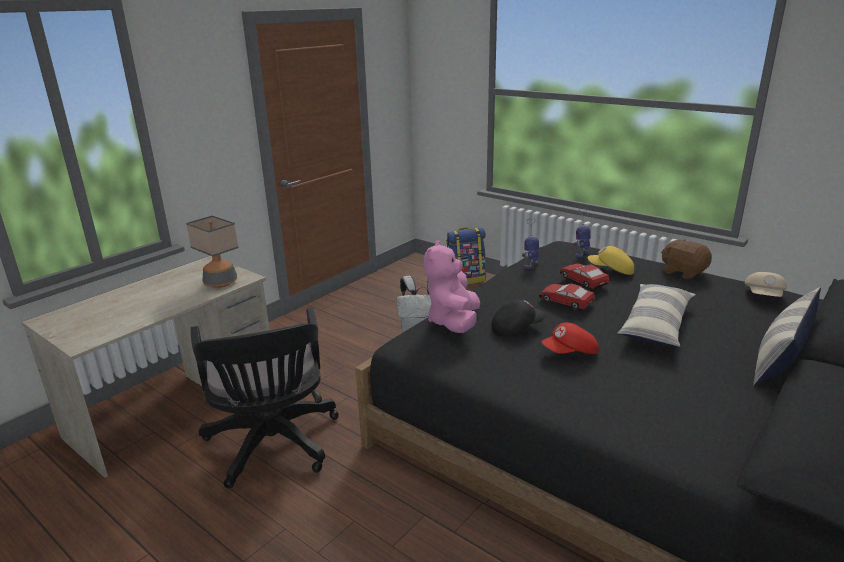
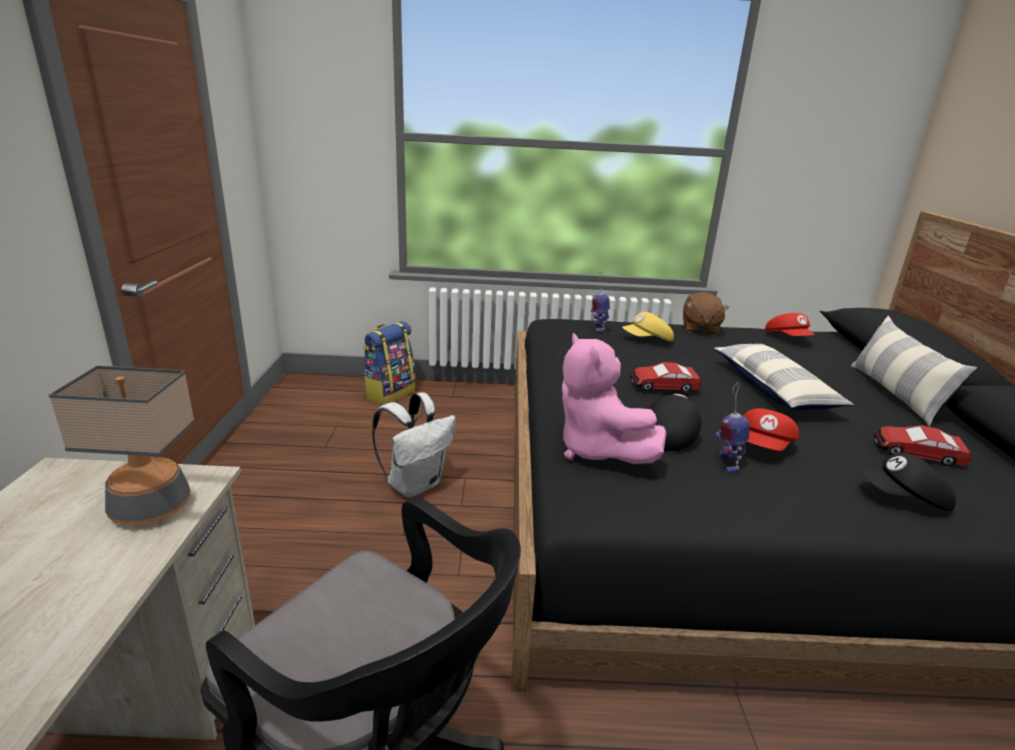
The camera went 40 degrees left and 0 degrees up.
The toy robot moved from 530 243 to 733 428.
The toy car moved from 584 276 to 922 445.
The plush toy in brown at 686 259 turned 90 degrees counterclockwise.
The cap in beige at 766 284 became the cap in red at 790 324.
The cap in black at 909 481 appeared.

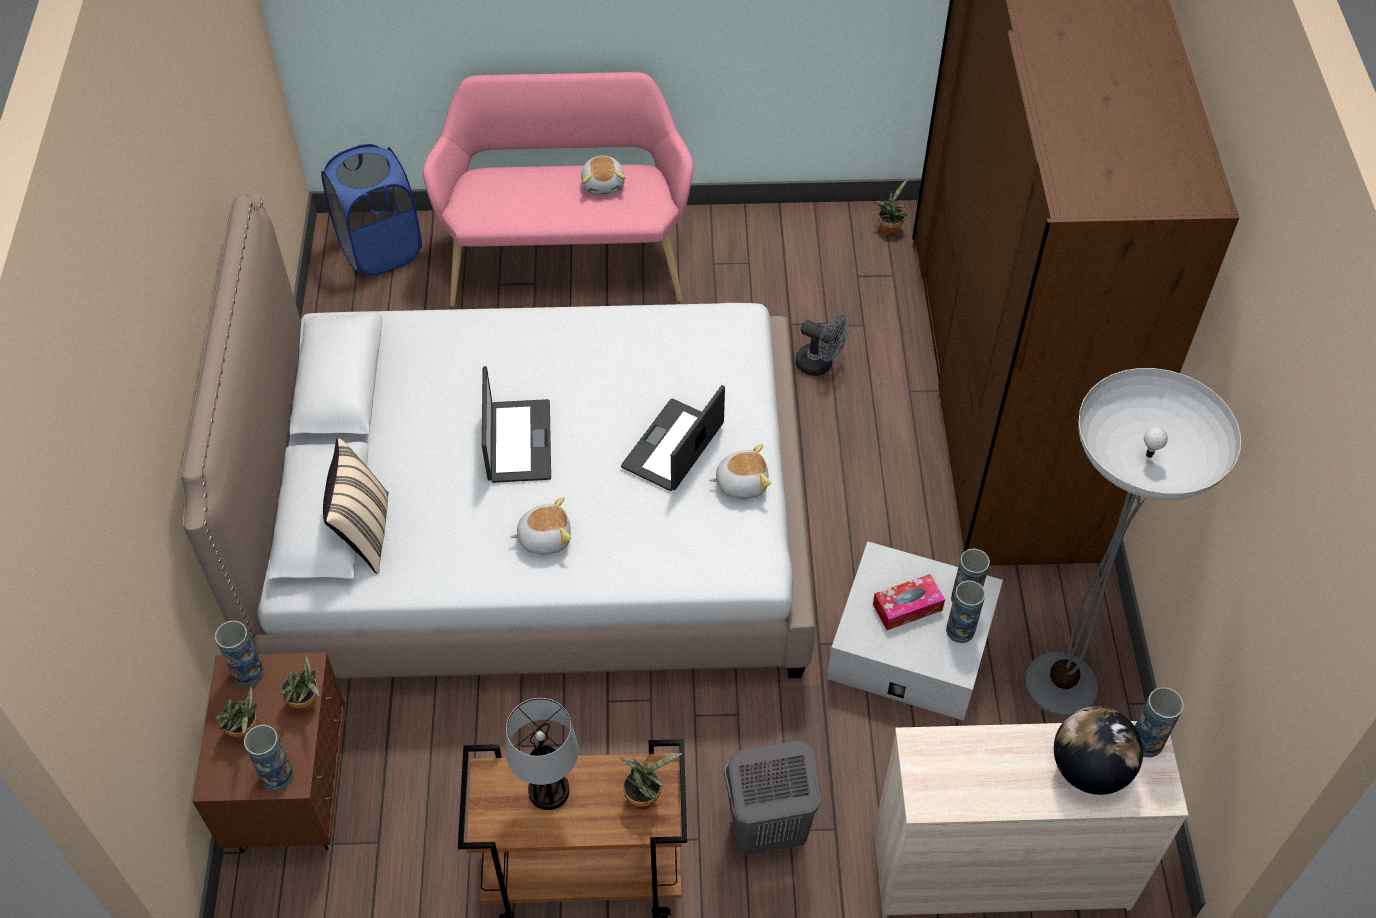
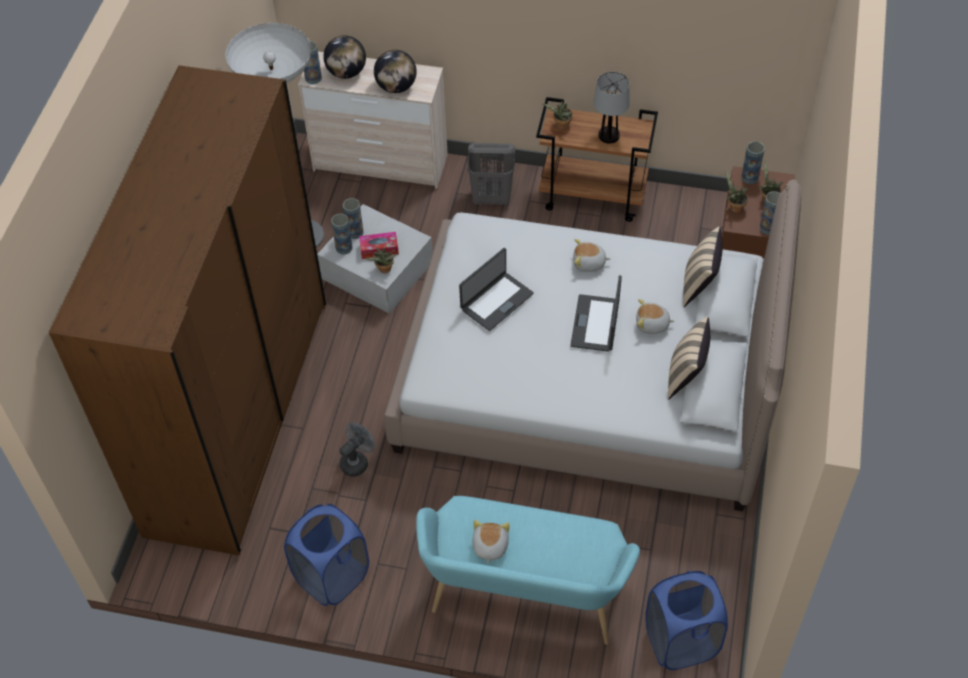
The camera went 165 degrees left and 0 degrees up.
The bench in pink at 558 189 became the bench in turquoise at 528 570.
The plush toy moved from 740 471 to 655 316.
The fan in grey at 822 345 turned 90 degrees clockwise.
The potted plant moved from 891 207 to 381 260.
The laundry basket in blue at 326 555 appeared.
The globe at 395 71 appeared.
The pillow in beige at 689 357 appeared.

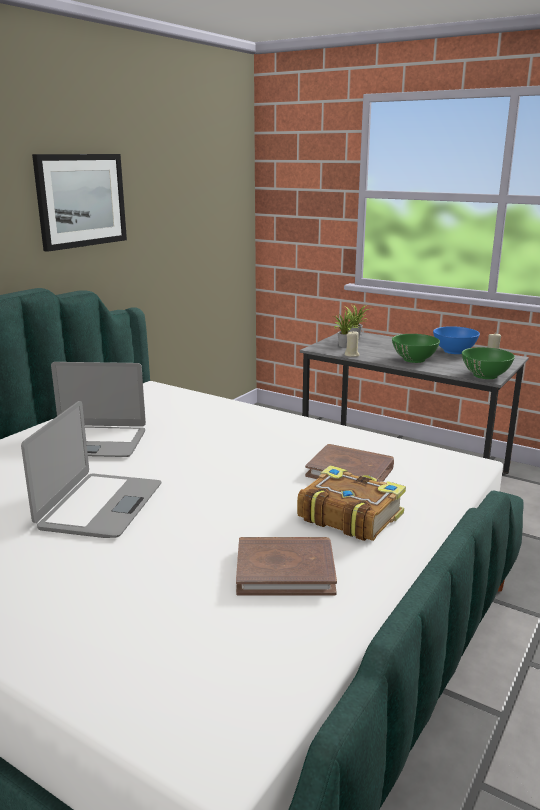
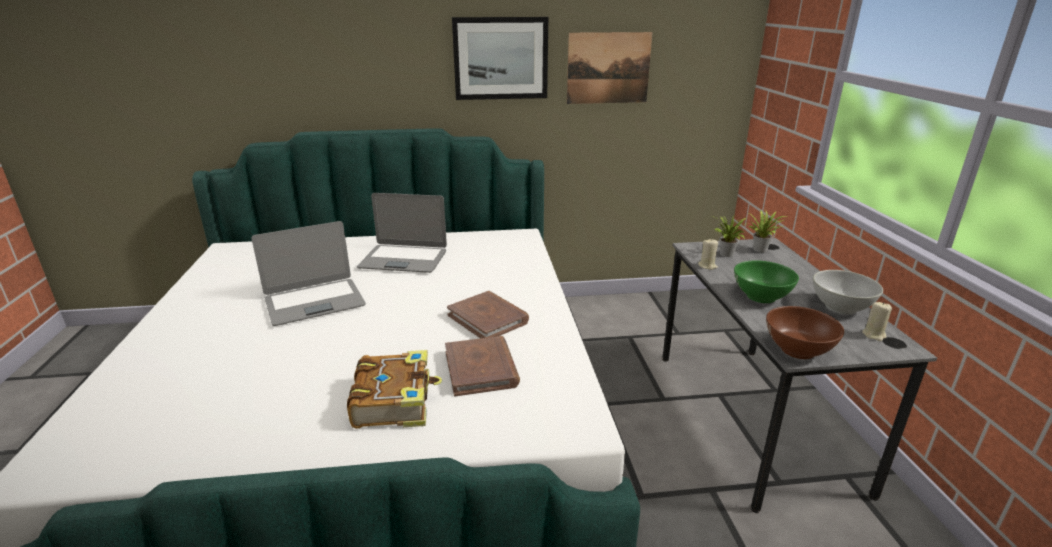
The camera went 50 degrees right and 5 degrees up.
The laptop at 98 409 turned 45 degrees counterclockwise.
The book in brown moved from 286 566 to 488 314.
The bowl in blue at 456 340 became the bowl in white at 848 292.
The bowl in green at 488 363 became the bowl in brown at 805 332.
The picture at 609 68 appeared.

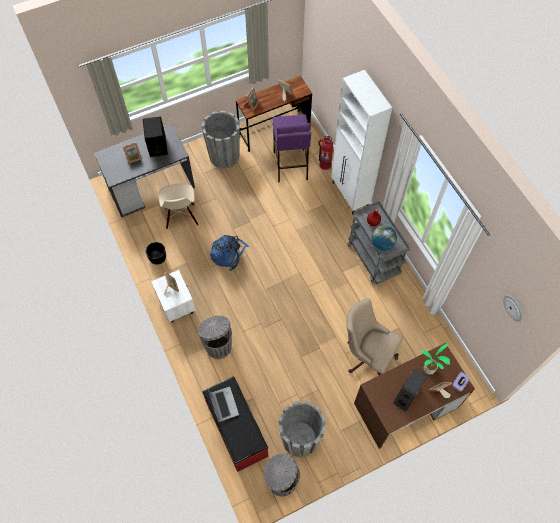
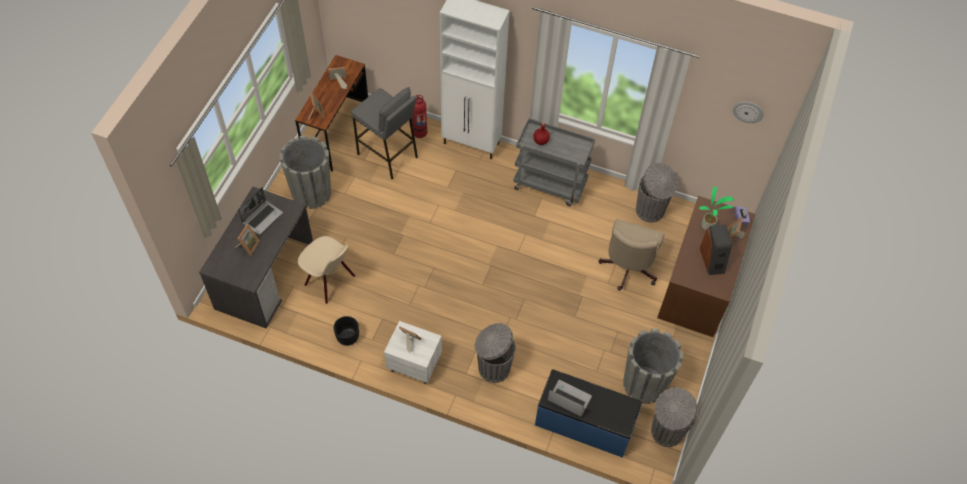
The camera went 45 degrees left and 5 degrees down.
The speaker in black at 155 137 was replaced by the laptop at 260 211.
The bench in red at 235 424 became the bench in blue at 588 413.
The backpack in blue at 229 253 disappeared.
The stool in purple at 291 149 became the stool in grey at 384 133.
The office chair in beige at 375 336 turned 60 degrees counterclockwise.
The globe at 384 237 disappeared.
The trash can in grey at 657 192 appeared.

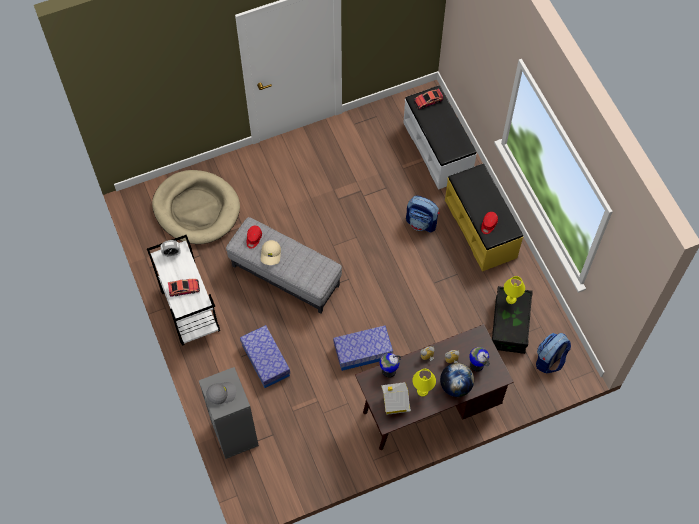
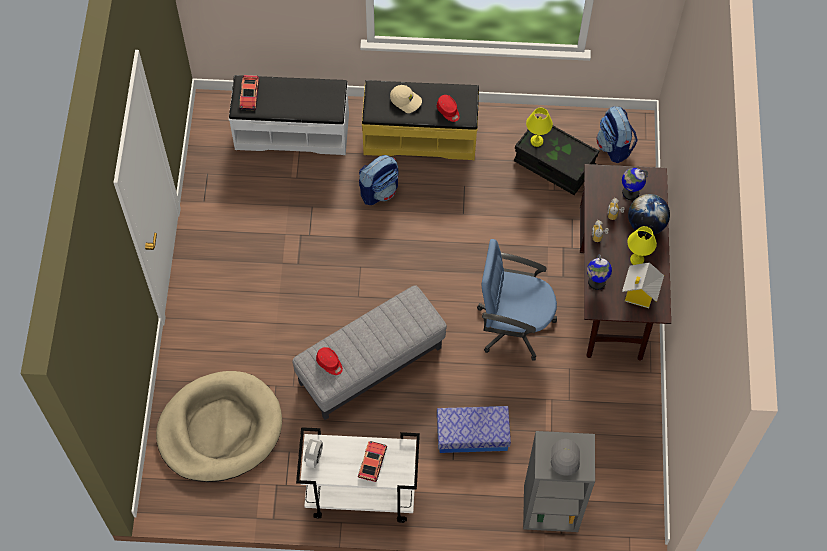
The camera went 65 degrees left and 0 degrees up.
The cap in beige moved from 271 252 to 406 99.
The storage box at 363 348 was replaced by the office chair in blue at 517 300.

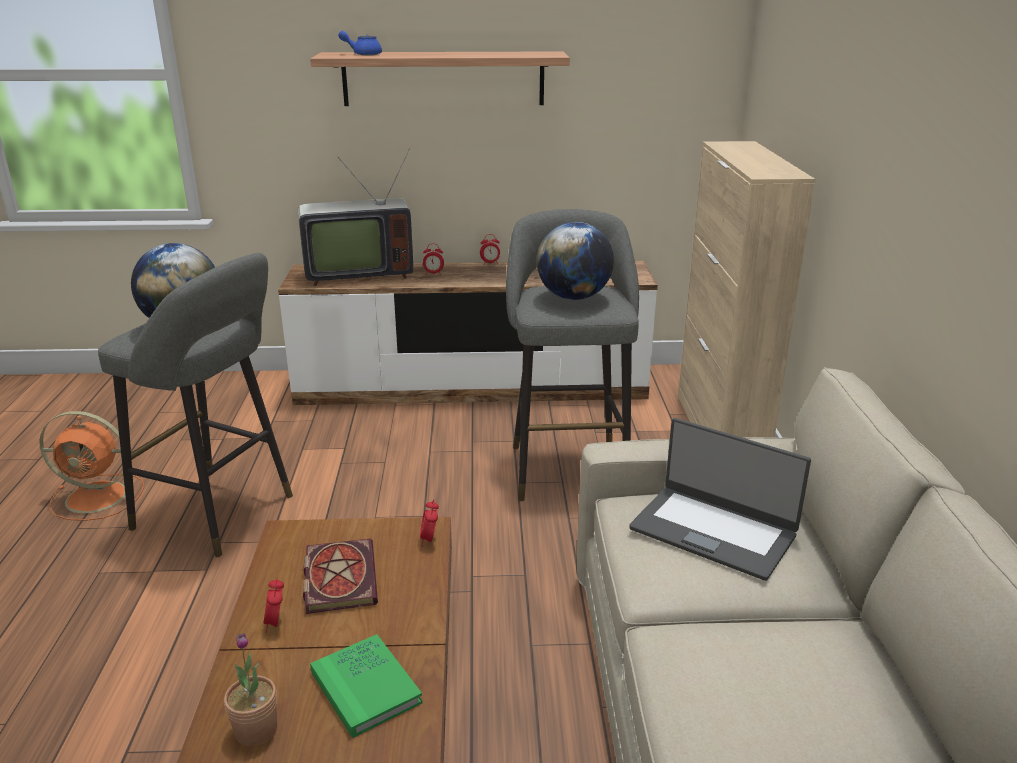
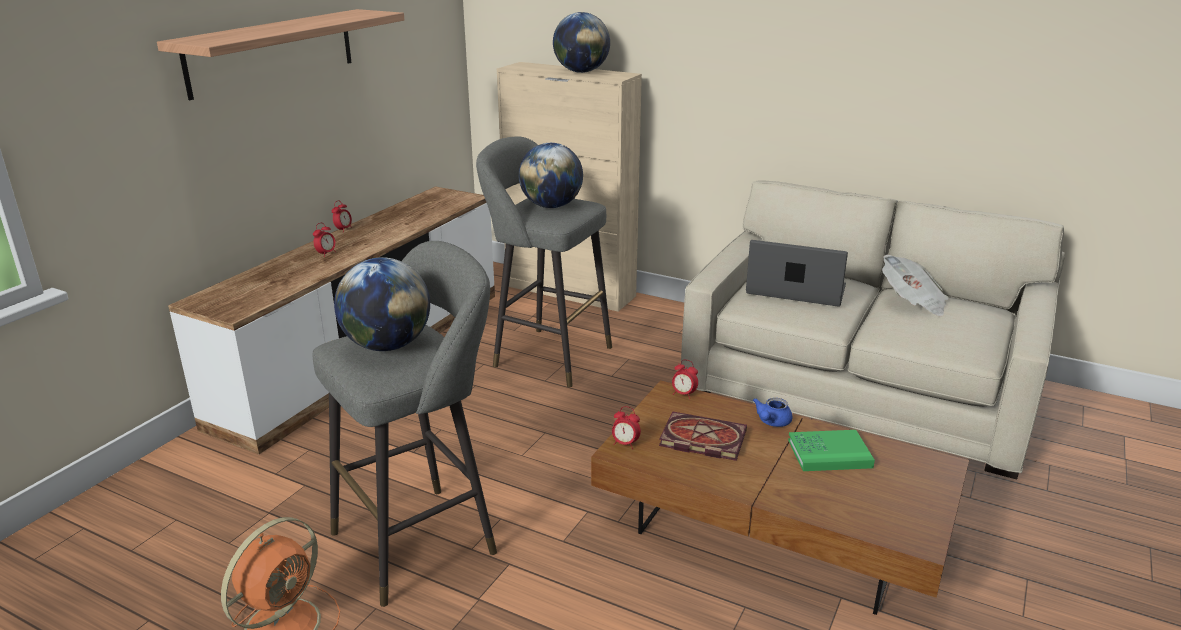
The camera went 60 degrees left and 0 degrees up.
The potted plant at 250 689 disappeared.
The alarm clock moved from 273 605 to 626 427.
The television at 355 217 disappeared.
The teapot in blue moved from 360 43 to 772 412.
The laptop at 720 499 turned 135 degrees counterclockwise.
The globe at 581 42 appeared.
The newspaper at 915 285 appeared.

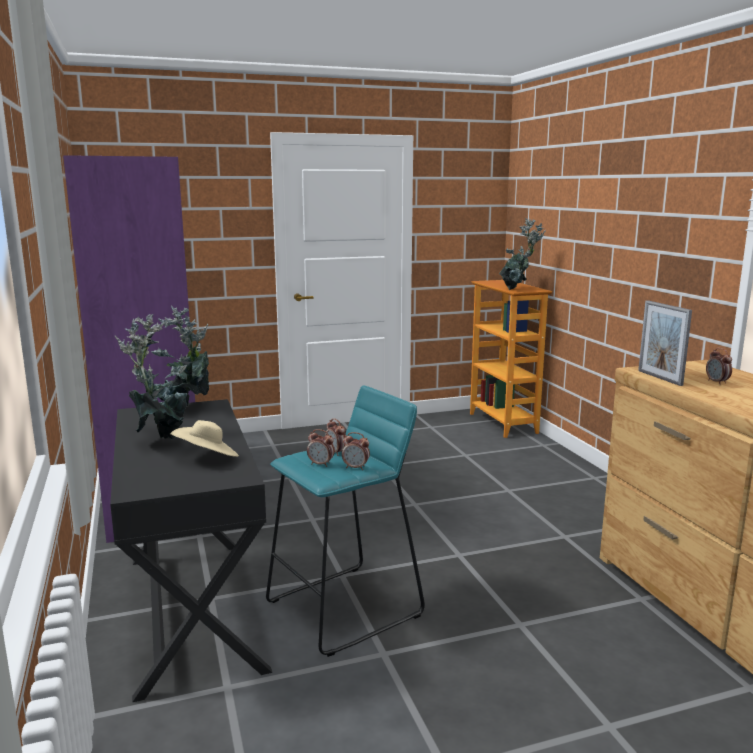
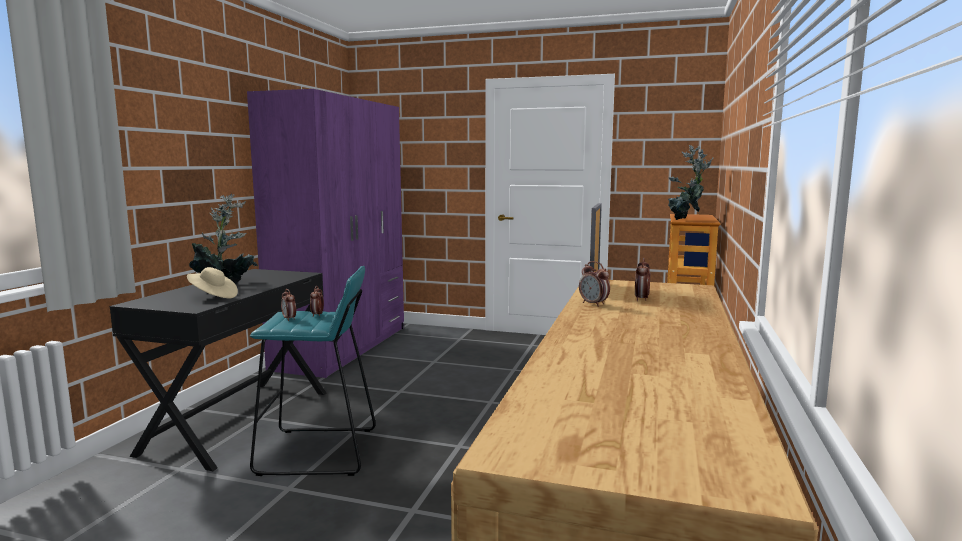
The camera went 35 degrees right and 5 degrees down.
The potted plant at 180 356 disappeared.
The alarm clock moved from 356 451 to 594 284.

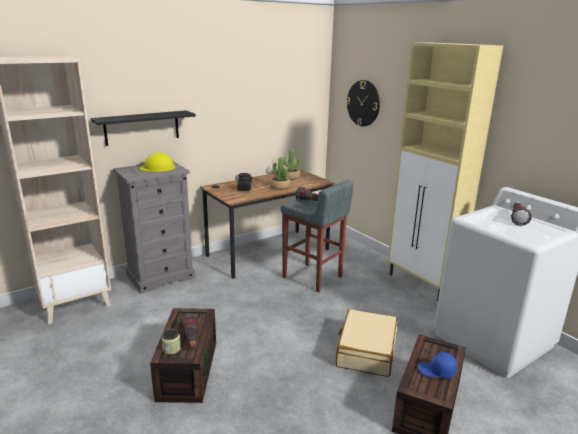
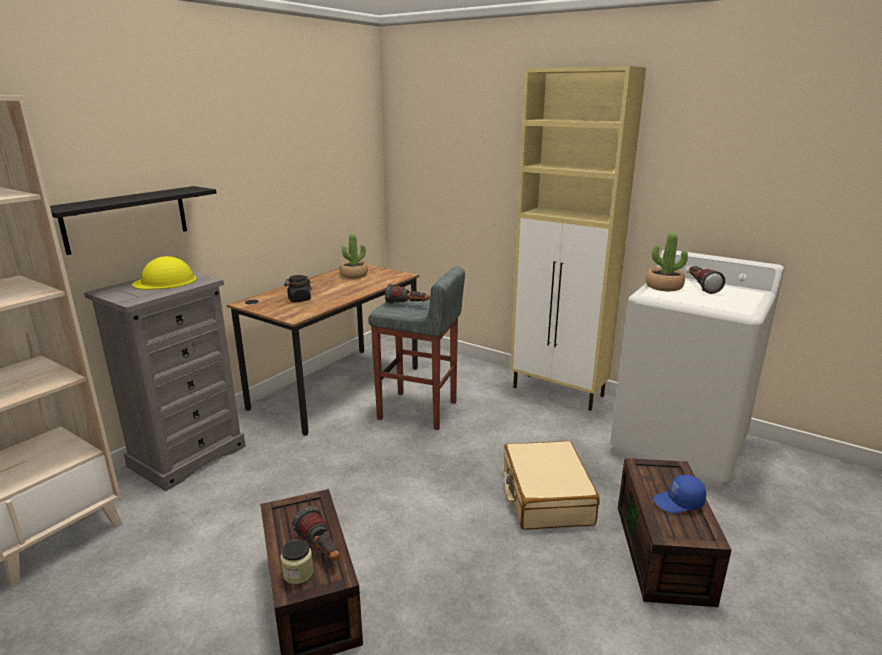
The camera went 20 degrees left and 0 degrees up.
The potted plant moved from 280 173 to 667 261.
The wall clock at 363 103 disappeared.

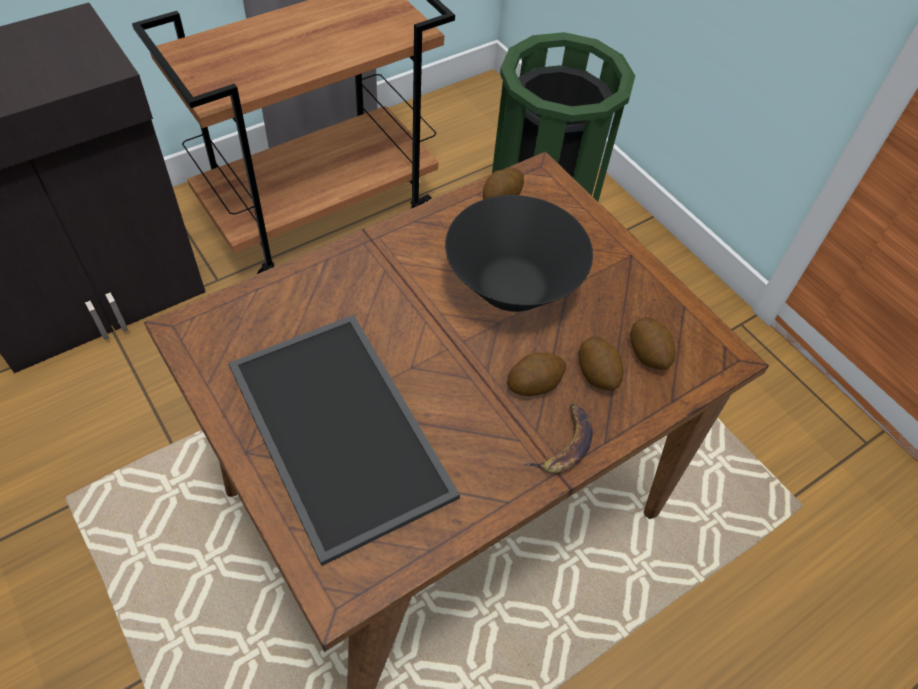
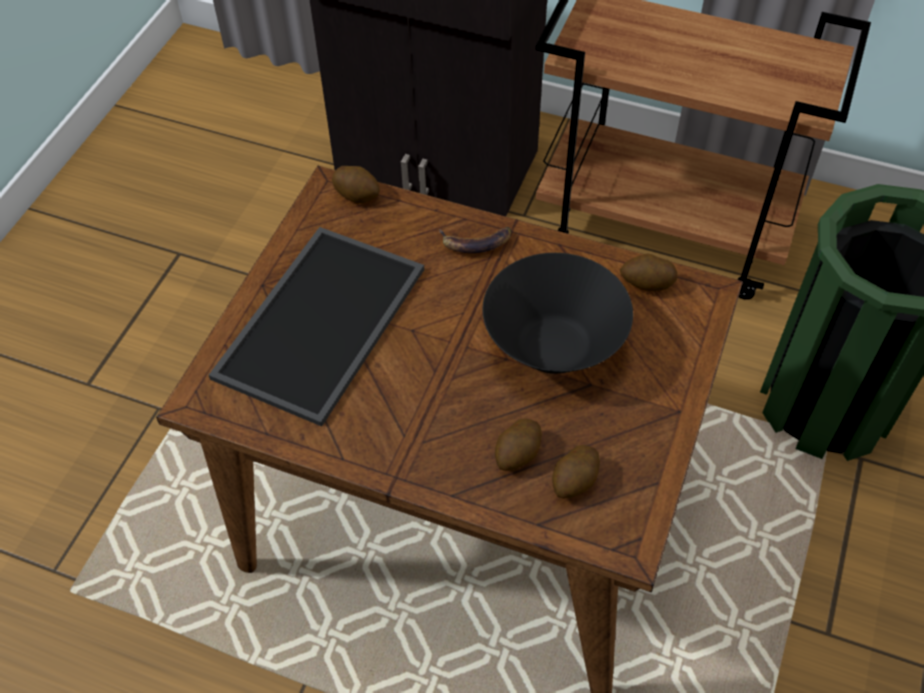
The camera went 60 degrees right and 0 degrees up.
The potato moved from 536 374 to 356 184.
The banana moved from 558 438 to 475 240.

